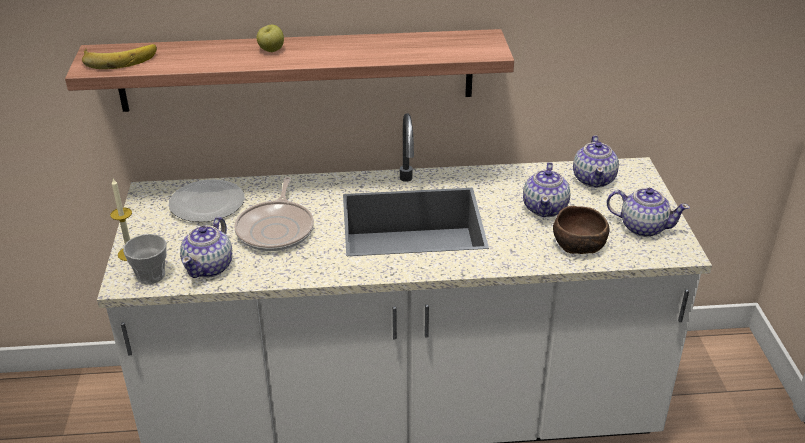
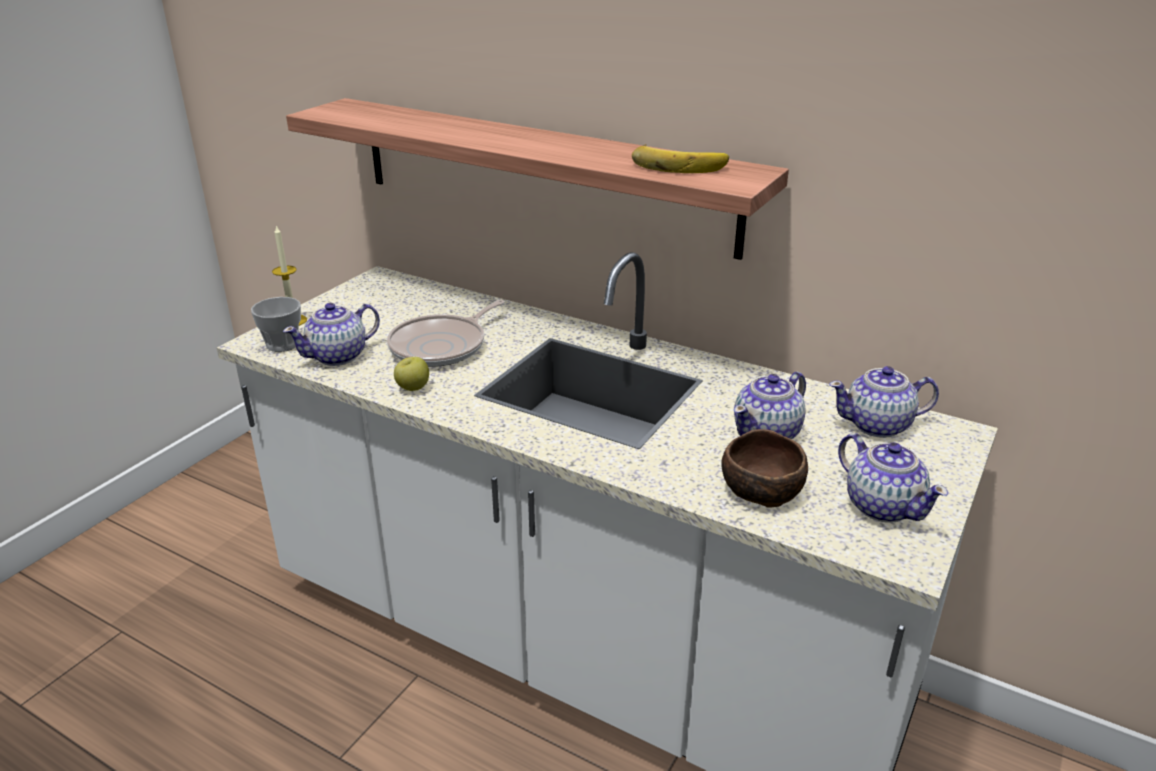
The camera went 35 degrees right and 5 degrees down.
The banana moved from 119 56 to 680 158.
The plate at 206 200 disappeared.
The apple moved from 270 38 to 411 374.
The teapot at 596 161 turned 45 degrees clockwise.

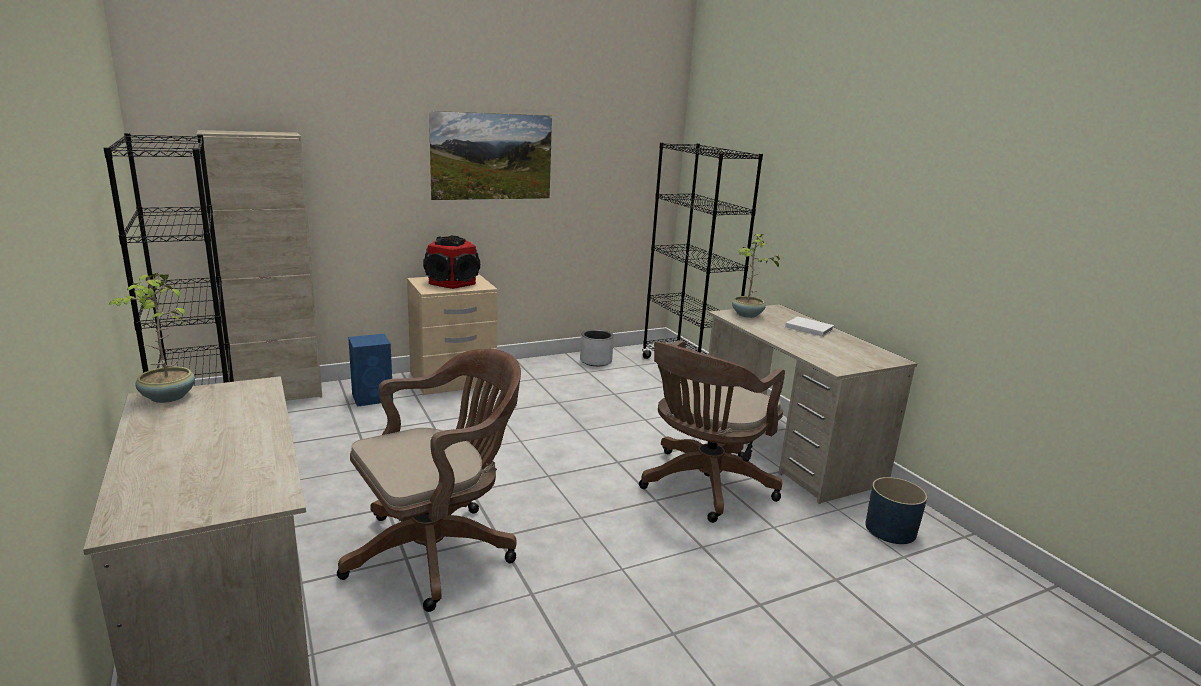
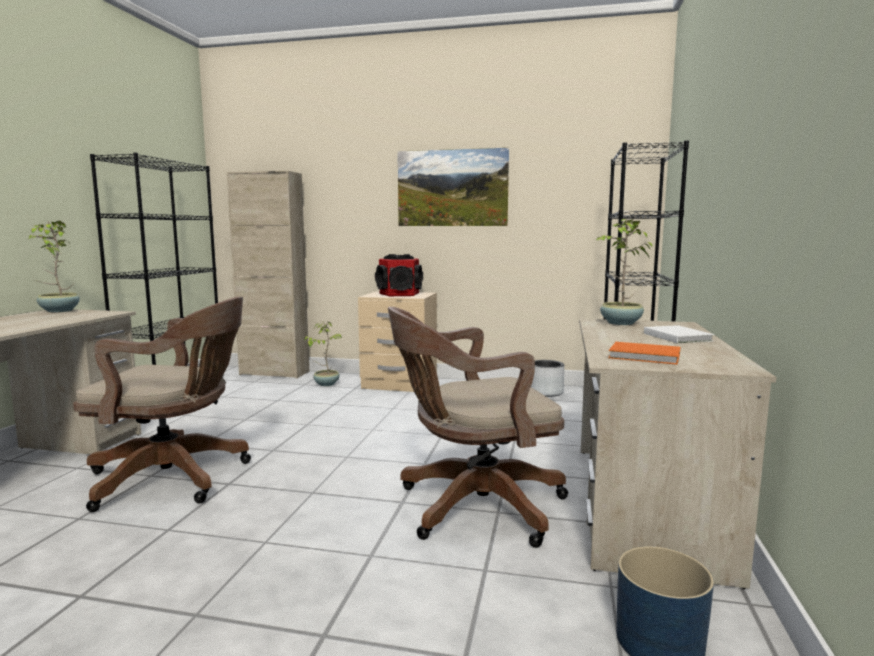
The camera went 40 degrees right and 10 degrees down.
The speaker in blue at 370 370 was replaced by the potted plant at 322 353.
The book in orange at 644 353 appeared.

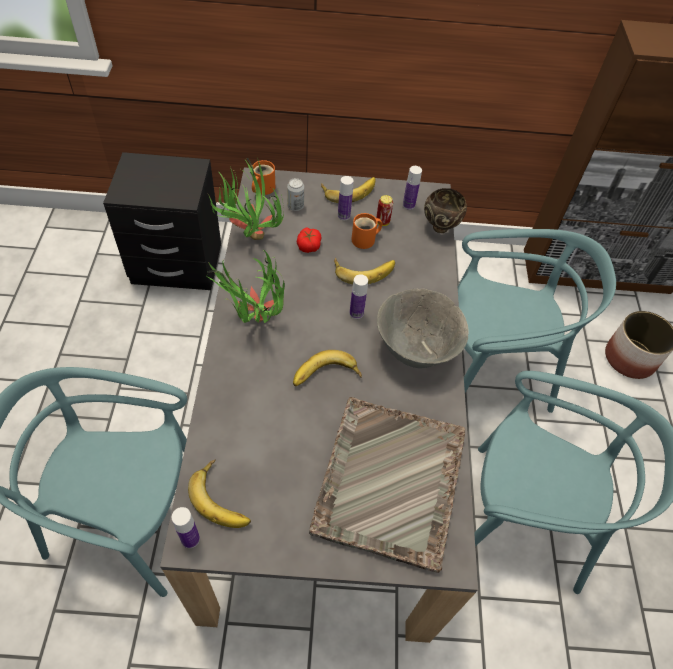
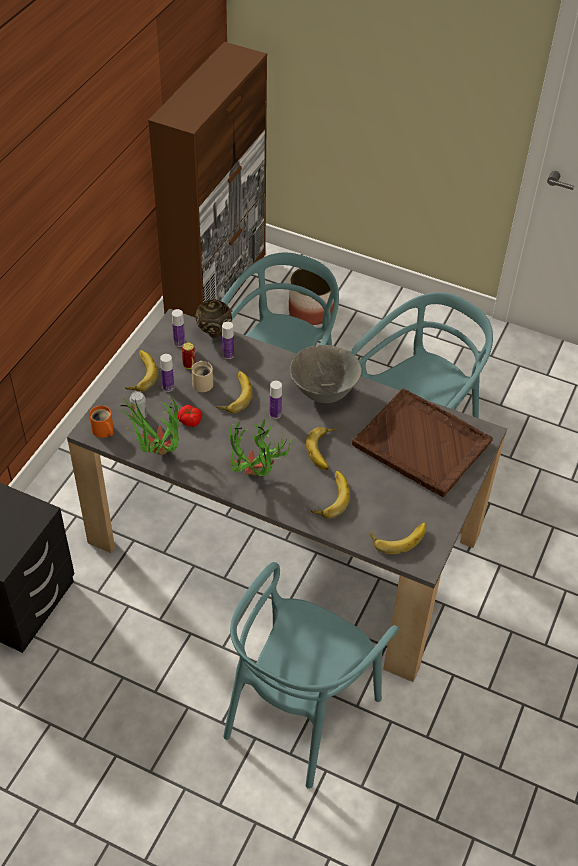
The camera went 65 degrees left and 5 degrees down.
The bottle moved from 186 527 to 228 340.
The tray in grey at 387 485 became the tray in brown at 422 442.
The mug in orange at 366 231 became the mug in beige at 202 376.
The banana at 330 495 appeared.

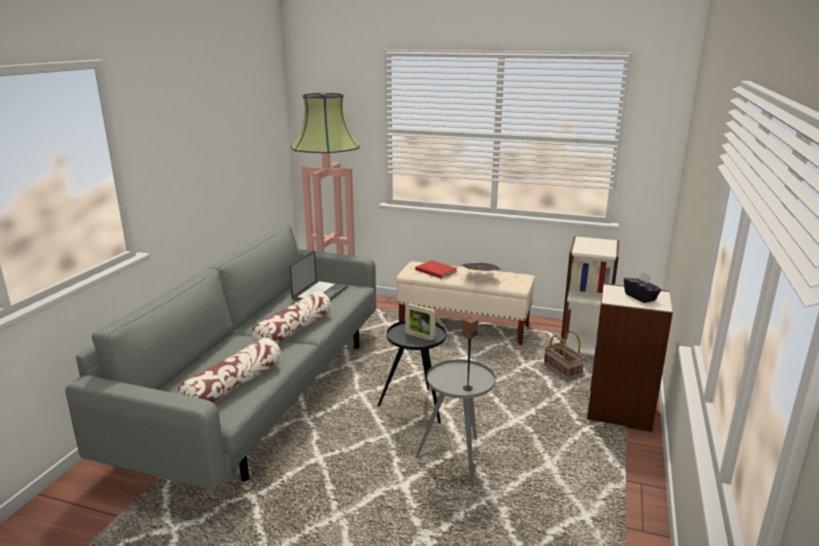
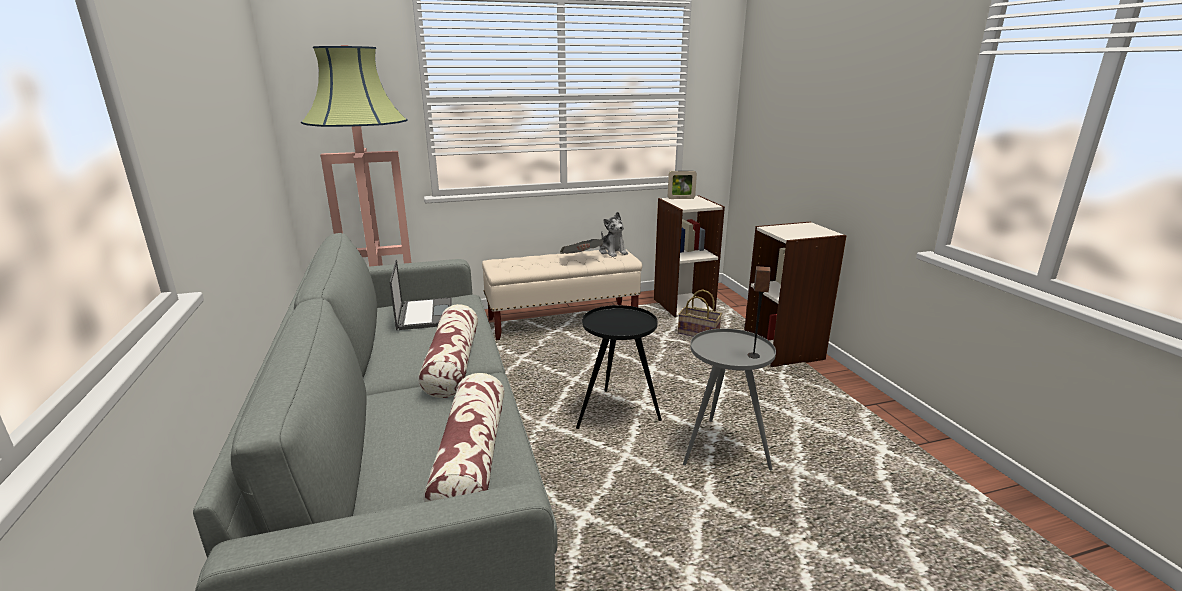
The camera went 35 degrees left and 0 degrees up.
The picture frame moved from 420 322 to 682 185.
The book in red at 436 269 disappeared.
The tissue box in black at 642 287 disappeared.
The plush toy at 613 234 appeared.

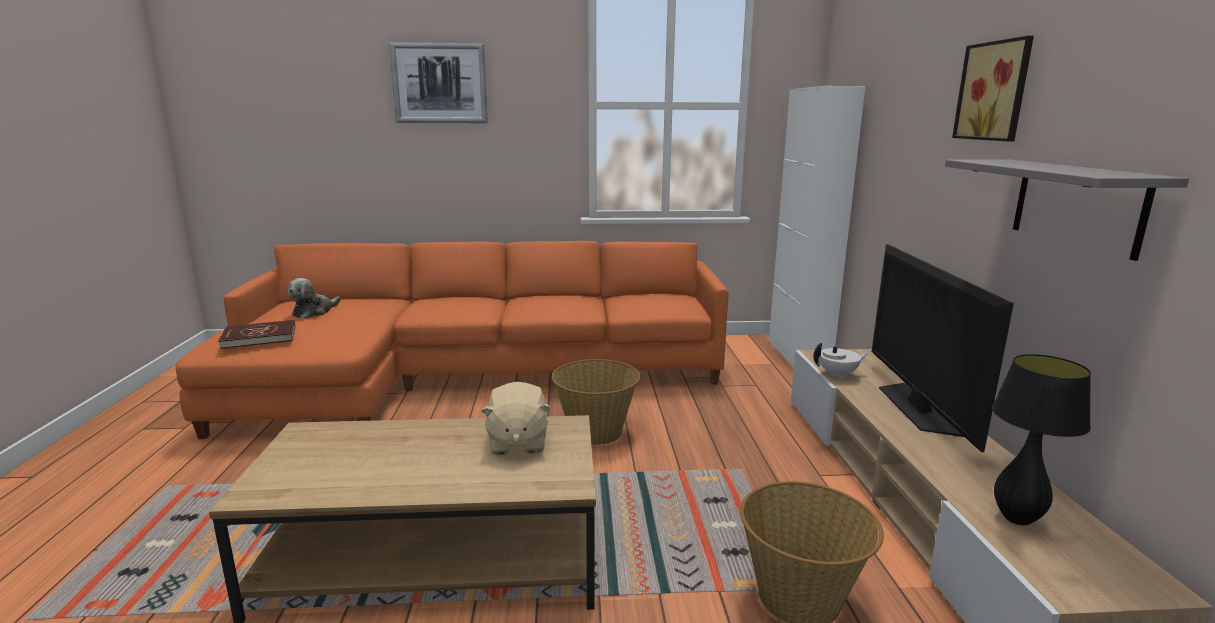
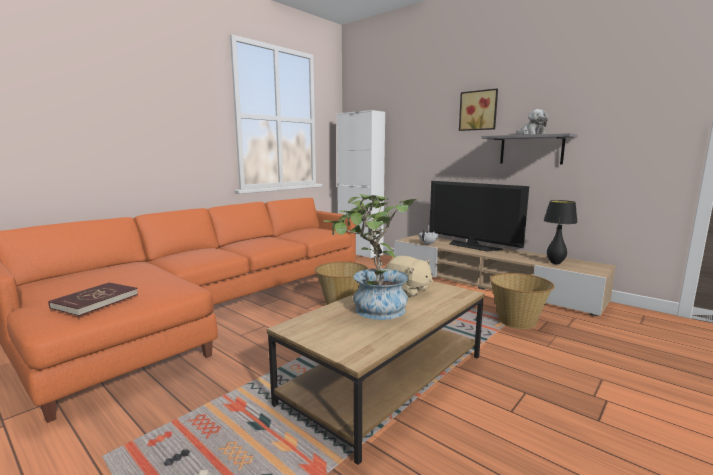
The camera went 45 degrees left and 5 degrees down.
The plush toy moved from 314 298 to 532 122.
The picture at 438 82 disappeared.
The potted plant at 372 257 appeared.

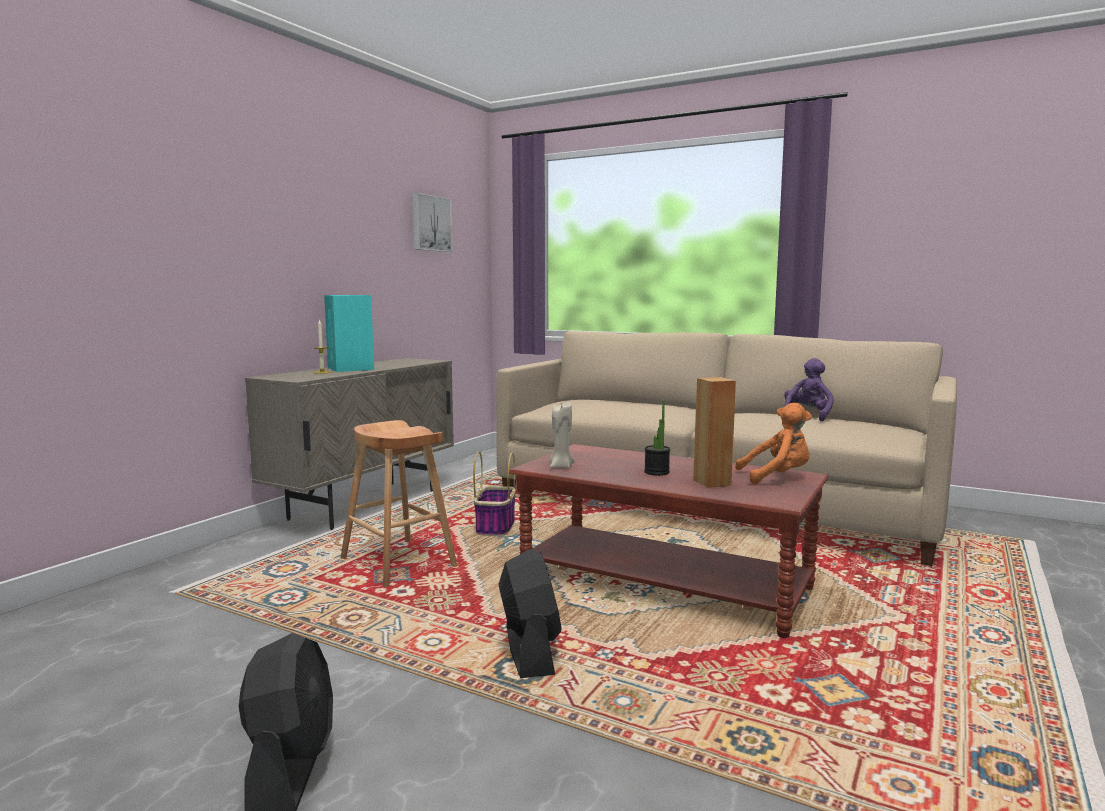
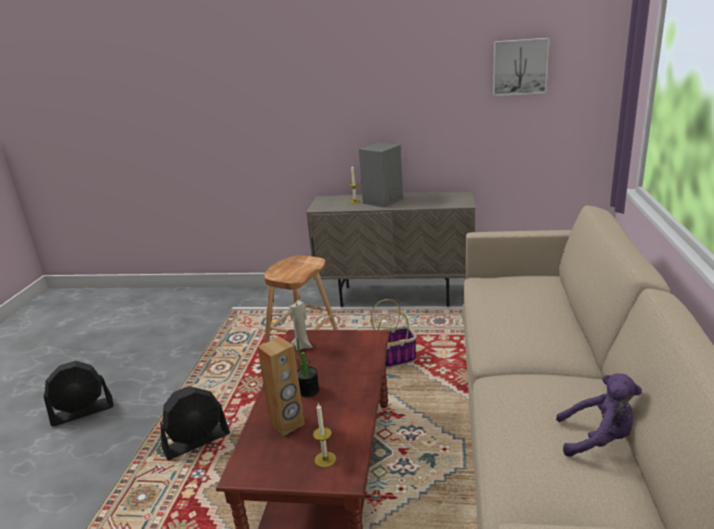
The camera went 70 degrees right and 15 degrees up.
The speaker in turquoise at 349 333 became the speaker in grey at 381 175.
The plush toy in orange at 773 443 was replaced by the candle at 324 435.

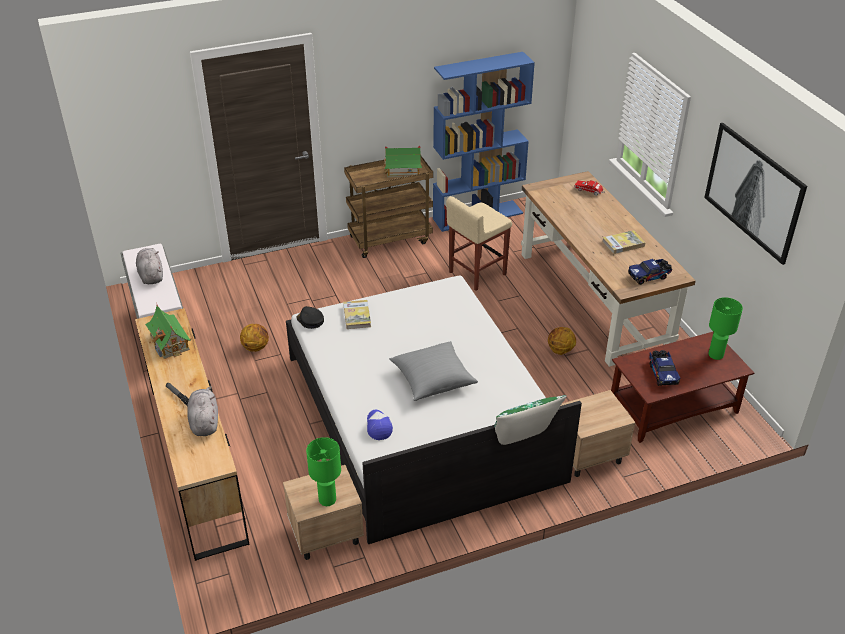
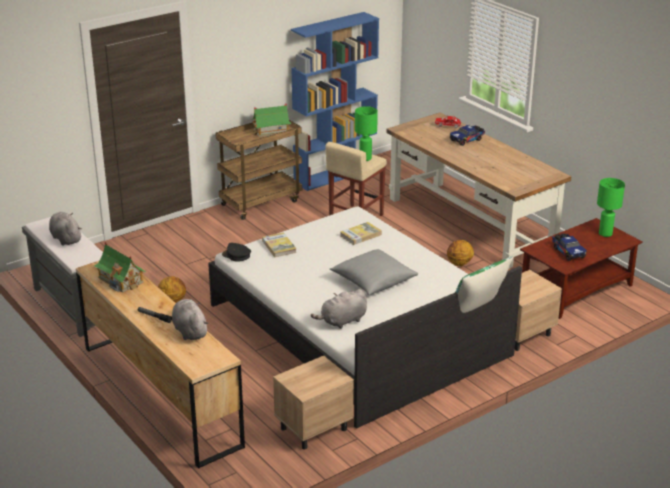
The camera went 15 degrees left and 10 degrees down.
The table lamp in green moved from 323 471 to 366 133.
The cap at 380 425 was replaced by the plush toy in grey at 339 309.
The book moved from 624 242 to 361 233.
The toy truck moved from 650 272 to 467 135.
The picture at 755 194 disappeared.

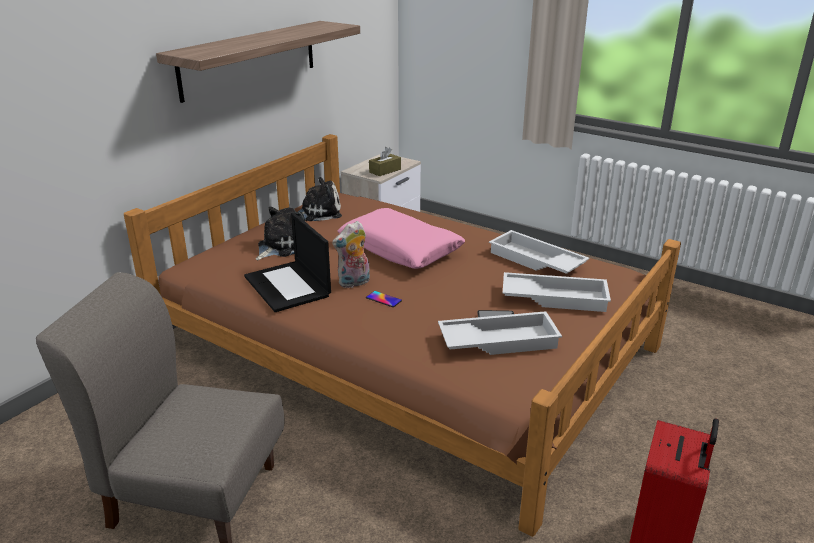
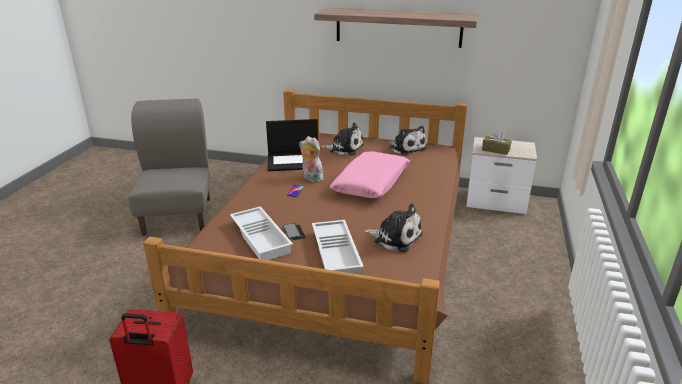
The camera went 70 degrees right and 0 degrees up.
The laptop at 287 262 turned 135 degrees counterclockwise.
The tray in white at 539 252 was replaced by the plush toy at 393 228.

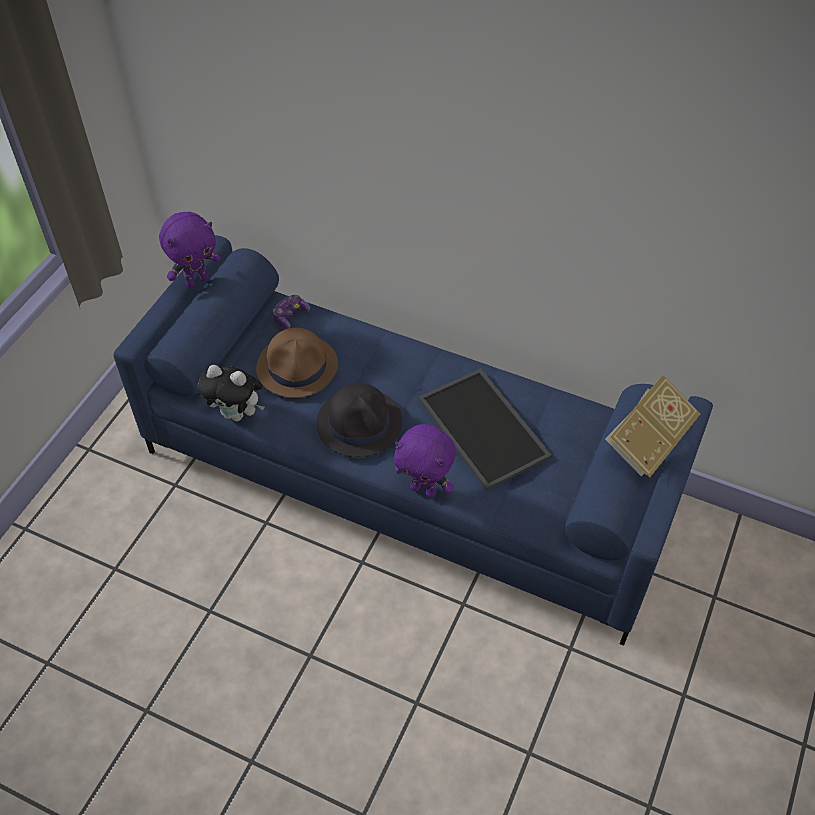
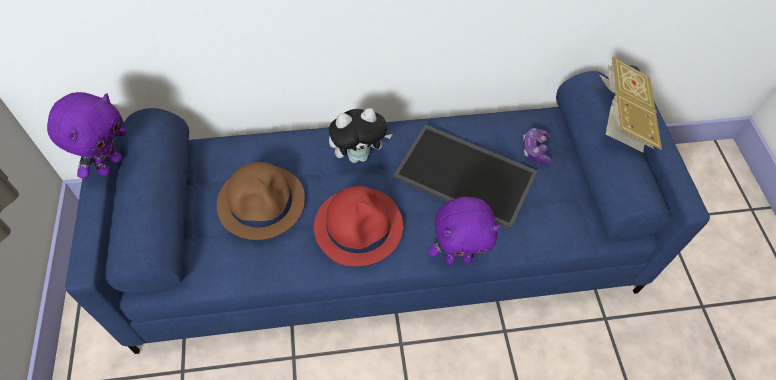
The camera went 35 degrees left and 5 degrees up.
The plush toy moved from 230 393 to 360 135.
The game controller moved from 291 312 to 537 146.
The hat in black at 359 420 became the hat in red at 358 226.

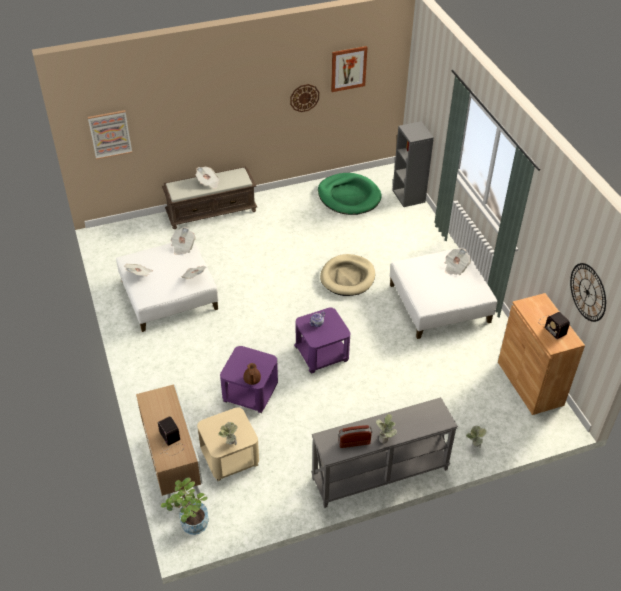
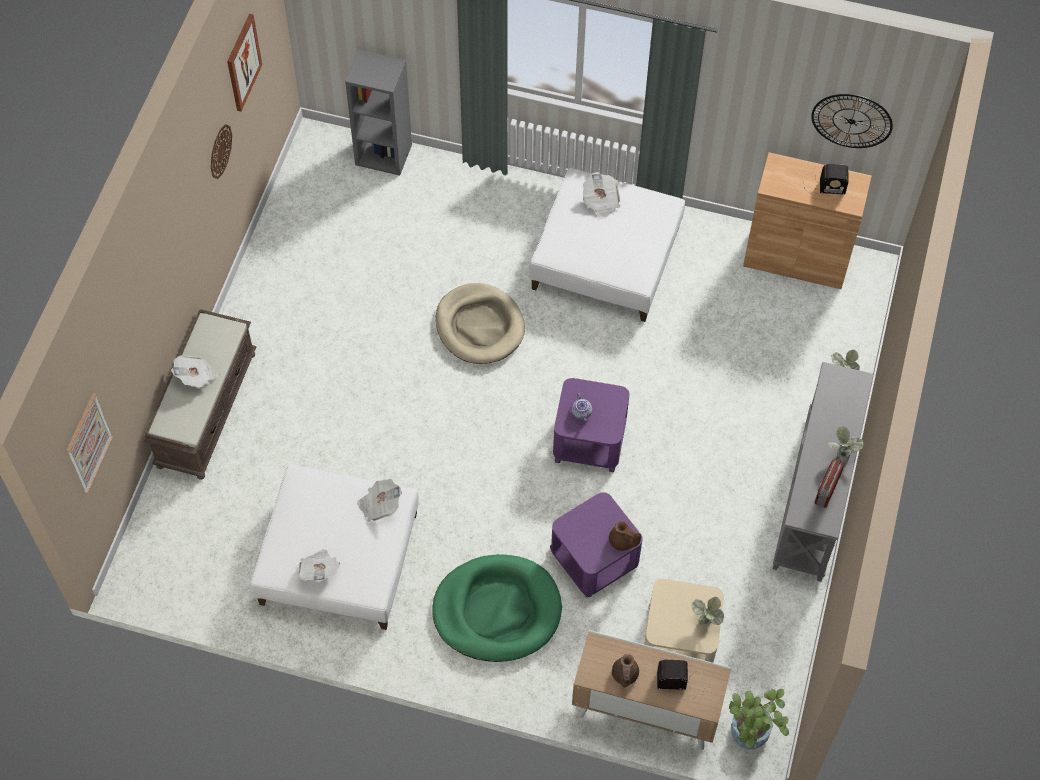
The camera went 55 degrees left and 15 degrees up.
The newspaper at 183 241 disappeared.
The dog bed in green moved from 350 194 to 497 608.
The teapot in brown at 625 671 appeared.

